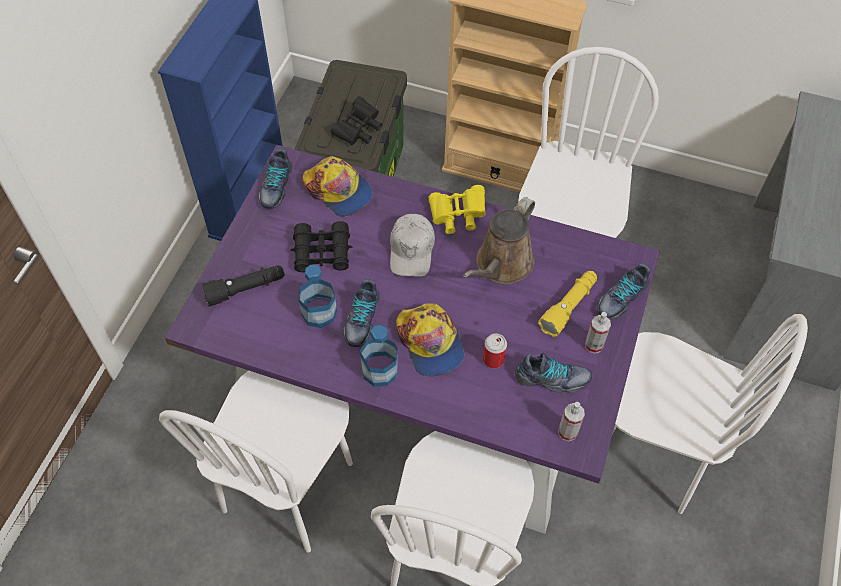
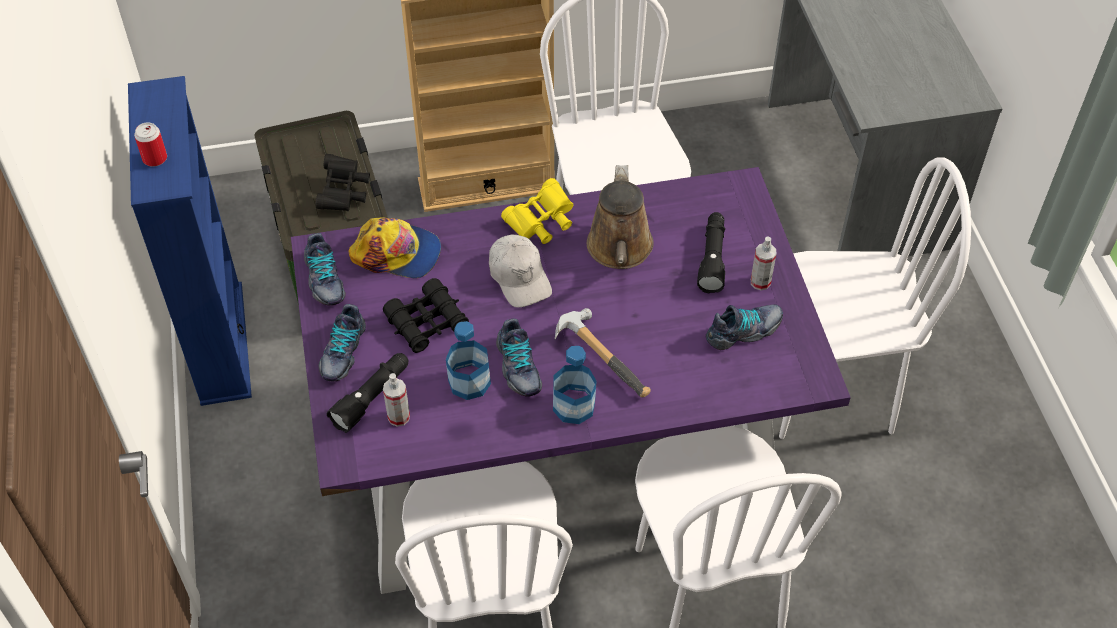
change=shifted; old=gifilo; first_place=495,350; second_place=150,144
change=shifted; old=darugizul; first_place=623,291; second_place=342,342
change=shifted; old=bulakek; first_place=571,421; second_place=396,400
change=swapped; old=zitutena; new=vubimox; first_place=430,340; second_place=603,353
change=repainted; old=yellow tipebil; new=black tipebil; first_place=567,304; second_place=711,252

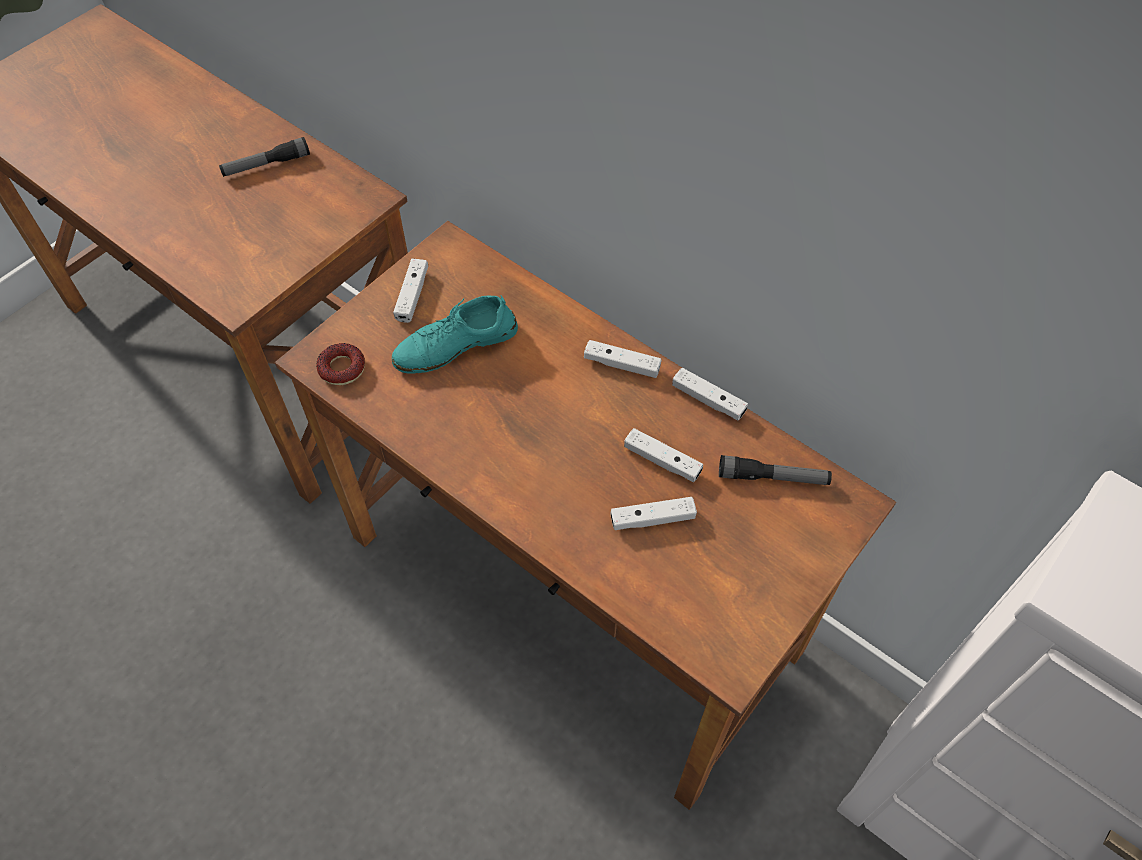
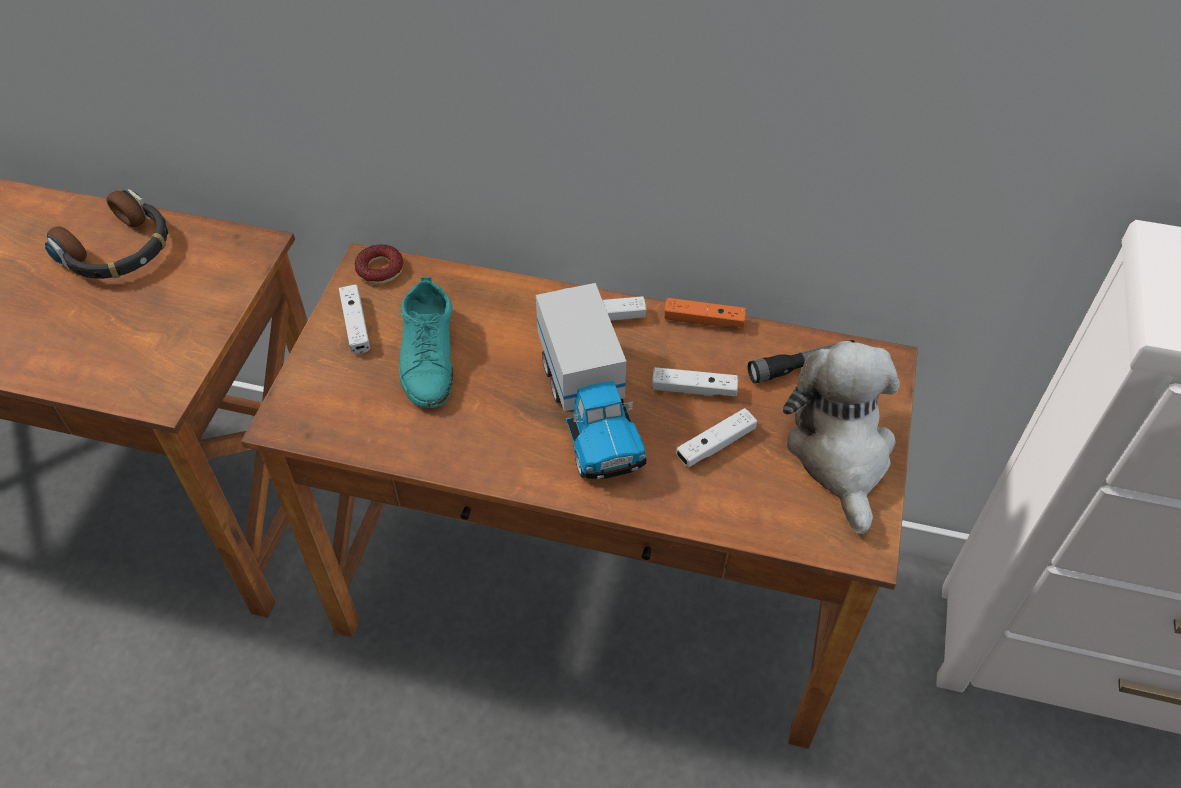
change=swapped; old=tipebil; new=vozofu; first_place=264,157; second_place=106,234
change=shifted; old=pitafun; first_place=340,364; second_place=378,264
change=rotated; old=turquoise darugizul; first_place=455,334; second_place=426,342; degrees=-45
change=new; new=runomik; second_place=591,381
change=repainted; old=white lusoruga; new=orange lusoruga; first_place=710,394; second_place=705,313
change=new; new=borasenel; second_place=841,437

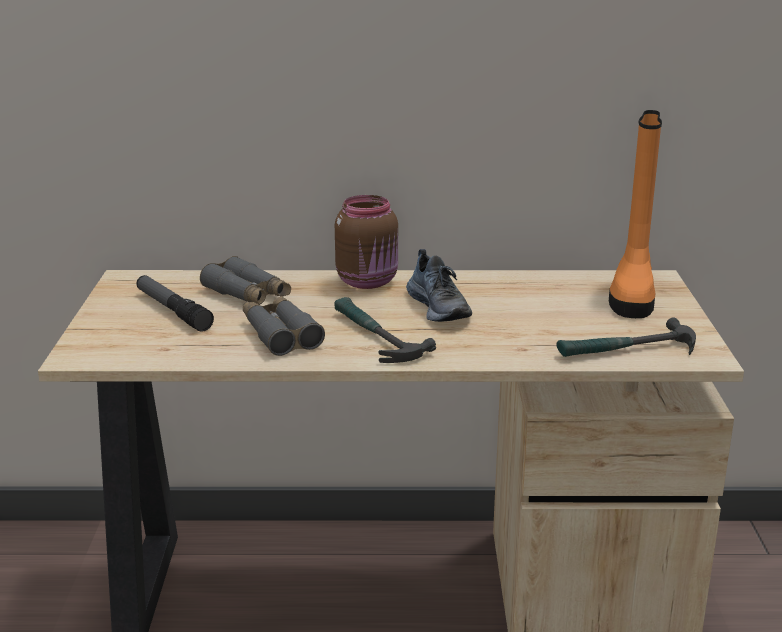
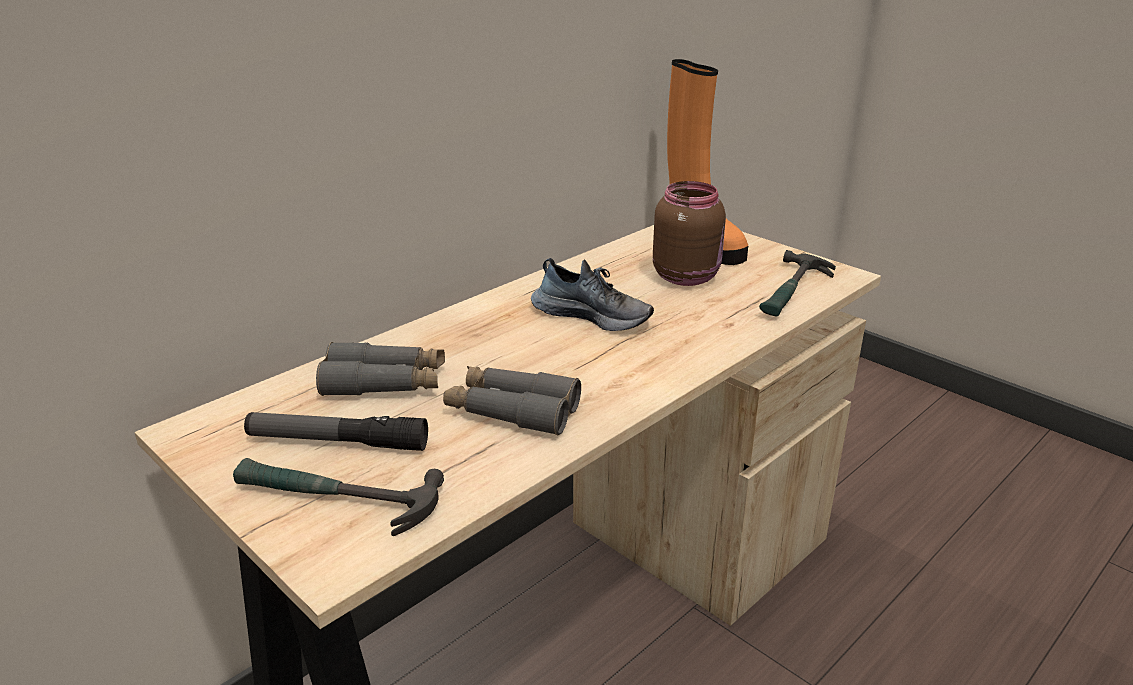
change=shifted; old=vubimox; first_place=385,330; second_place=338,497
change=shifted; old=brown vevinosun; first_place=366,242; second_place=689,233

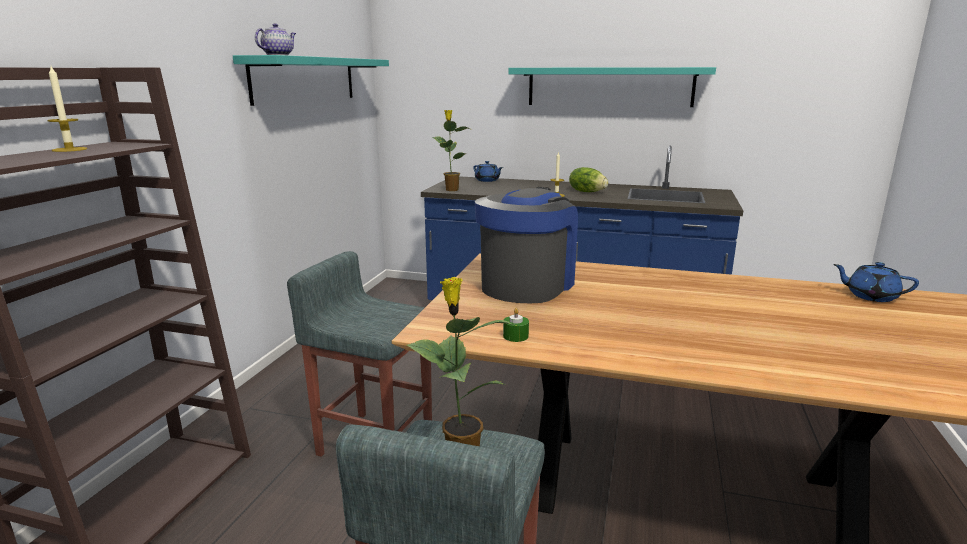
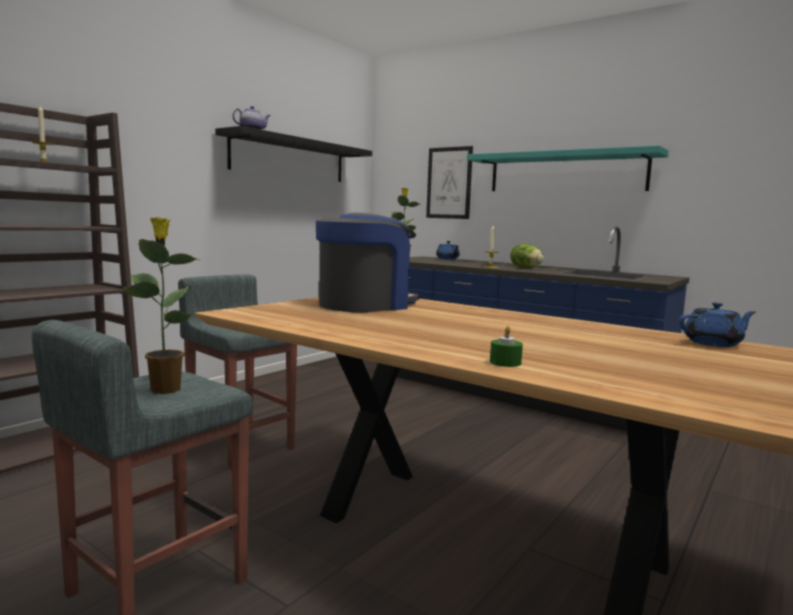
change=repainted; old=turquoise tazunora; new=black tazunora; first_place=311,80; second_place=293,154
change=new; new=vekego; second_place=449,182
change=shifted; old=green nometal; first_place=516,325; second_place=506,346
change=rotated; old=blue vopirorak; first_place=876,282; second_place=717,324; degrees=120

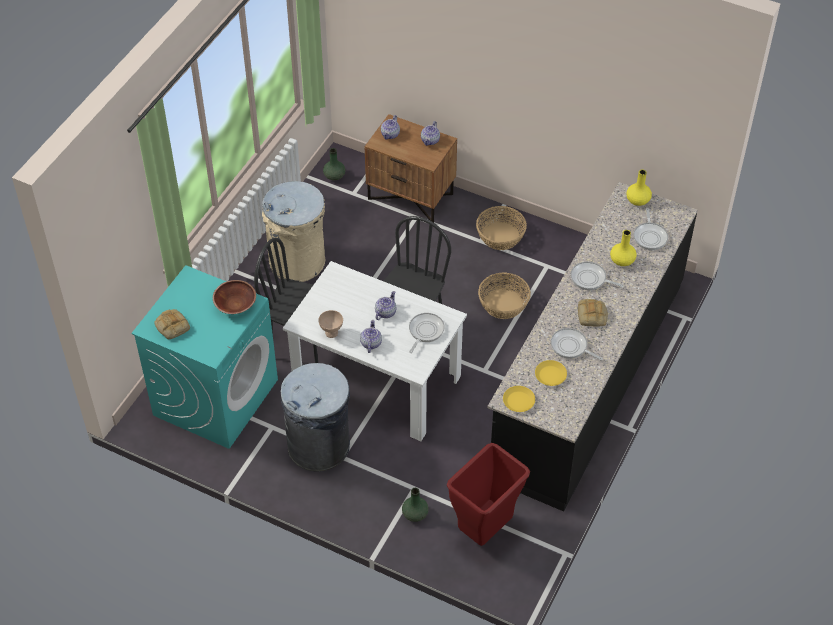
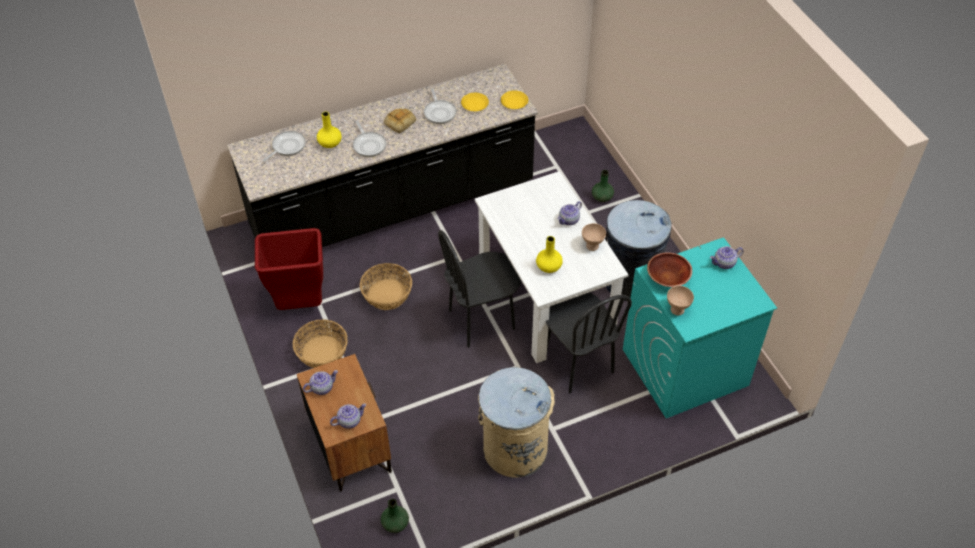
change=shifted; old=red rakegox; first_place=488,494; second_place=289,269
change=shifted; old=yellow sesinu; first_place=639,187; second_place=549,254
change=new; new=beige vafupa; second_place=680,300
change=shifted; old=vopirorak; first_place=385,305; second_place=727,257
change=gone; old=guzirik; first_place=172,324
change=gone; old=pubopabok; first_place=427,333

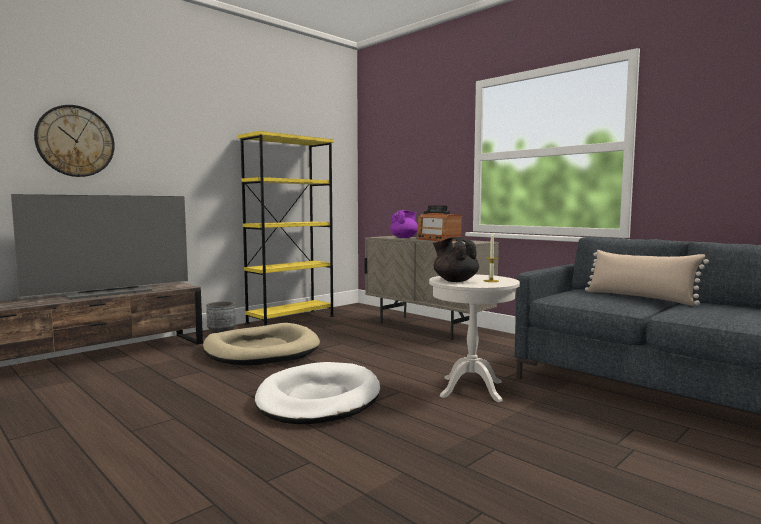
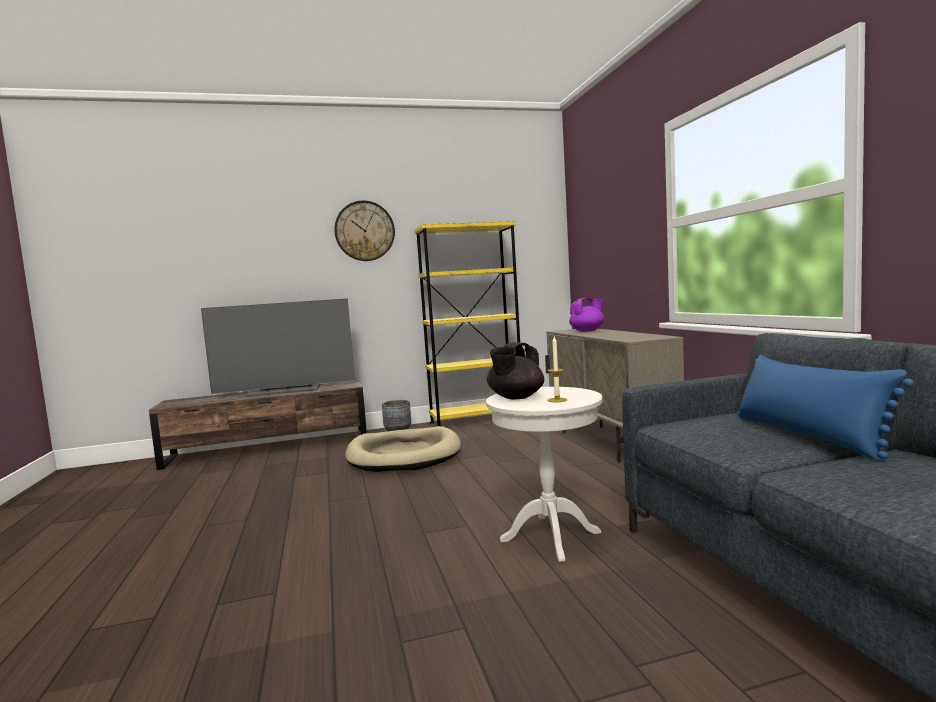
change=shifted; old=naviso; first_place=74,141; second_place=364,230
change=rotated; old=black vopirorak; first_place=456,259; second_place=515,370; degrees=-135
change=repainted; old=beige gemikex; new=blue gemikex; first_place=647,278; second_place=825,407
change=gone; old=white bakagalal; first_place=317,393
change=gone; old=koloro; first_place=439,223

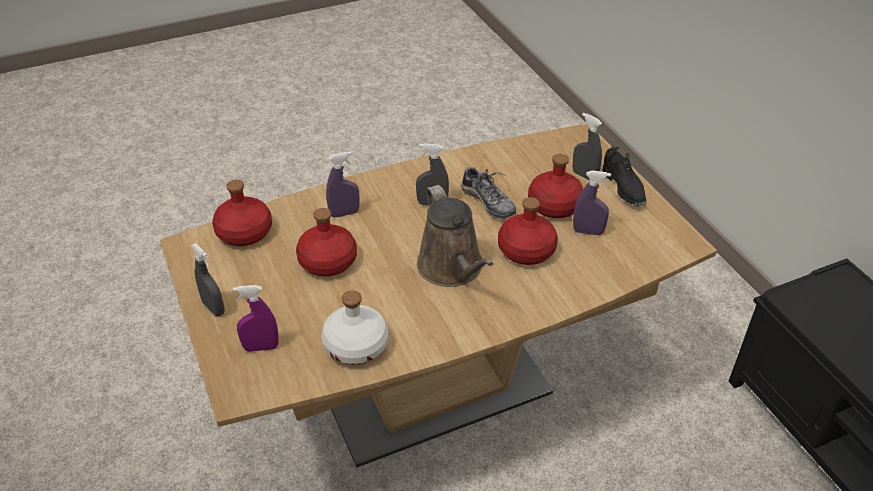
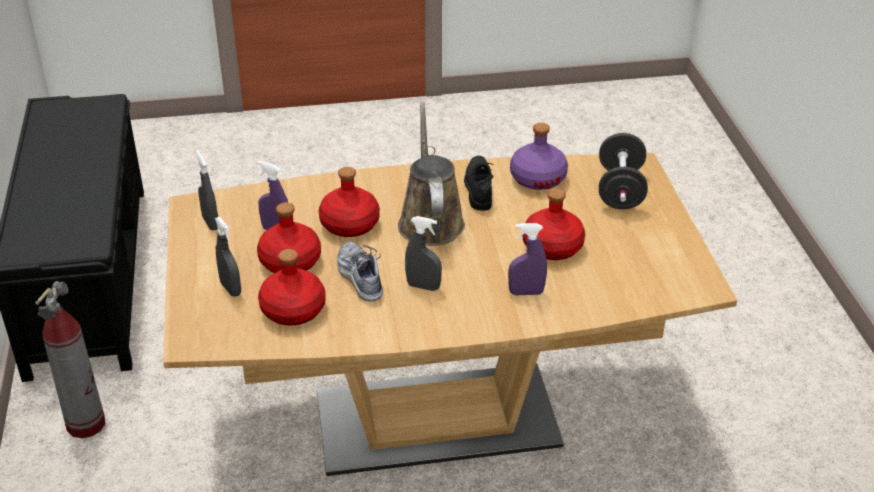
change=new; new=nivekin; second_place=70,359
change=shifted; old=grey bulakek; first_place=208,279; second_place=207,190
change=shifted; old=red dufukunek; first_place=242,213; second_place=292,287
change=shifted; old=black darugizul; first_place=624,176; second_place=478,183
change=repainted; old=white dufukunek; new=purple dufukunek; first_place=355,328; second_place=539,156
change=swapped; old=purple bulakek; new=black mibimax; first_place=256,318; second_place=623,171

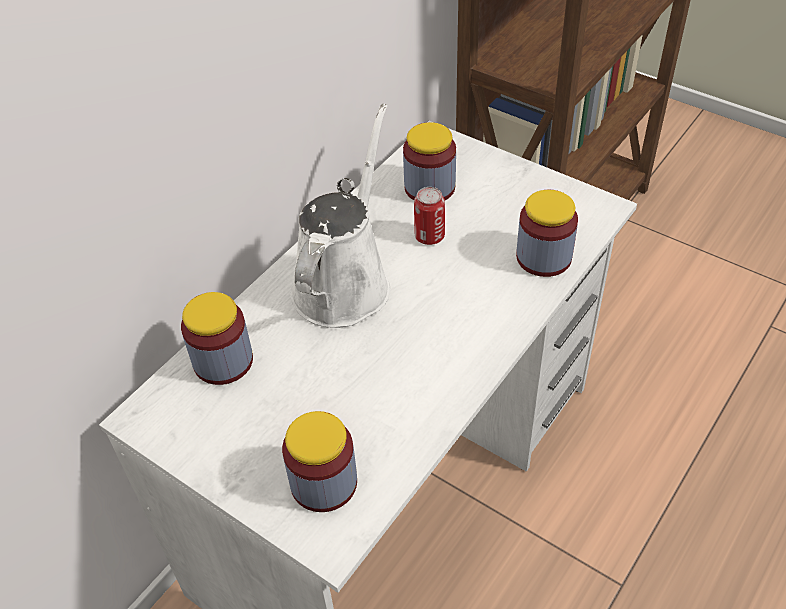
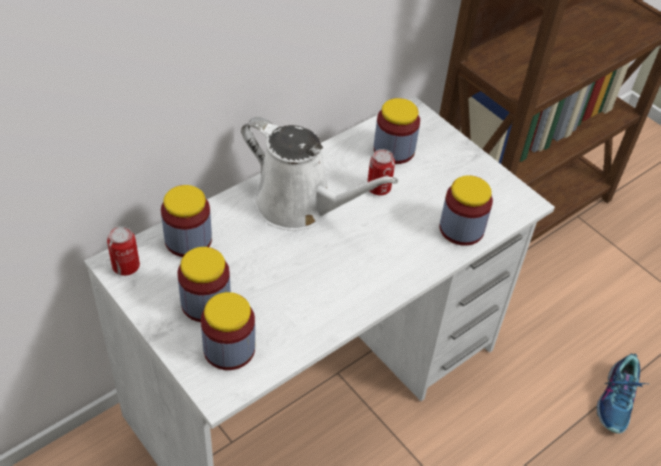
change=new; new=gifilo; second_place=123,251
change=new; new=vevinosun; second_place=204,284
change=rotated; old=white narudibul; first_place=340,216; second_place=320,174; degrees=90
change=new; new=darugizul; second_place=622,394

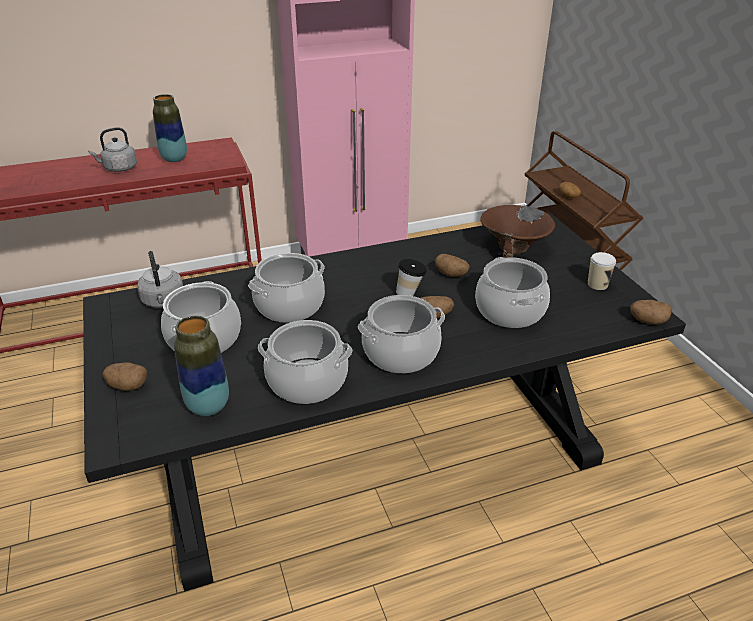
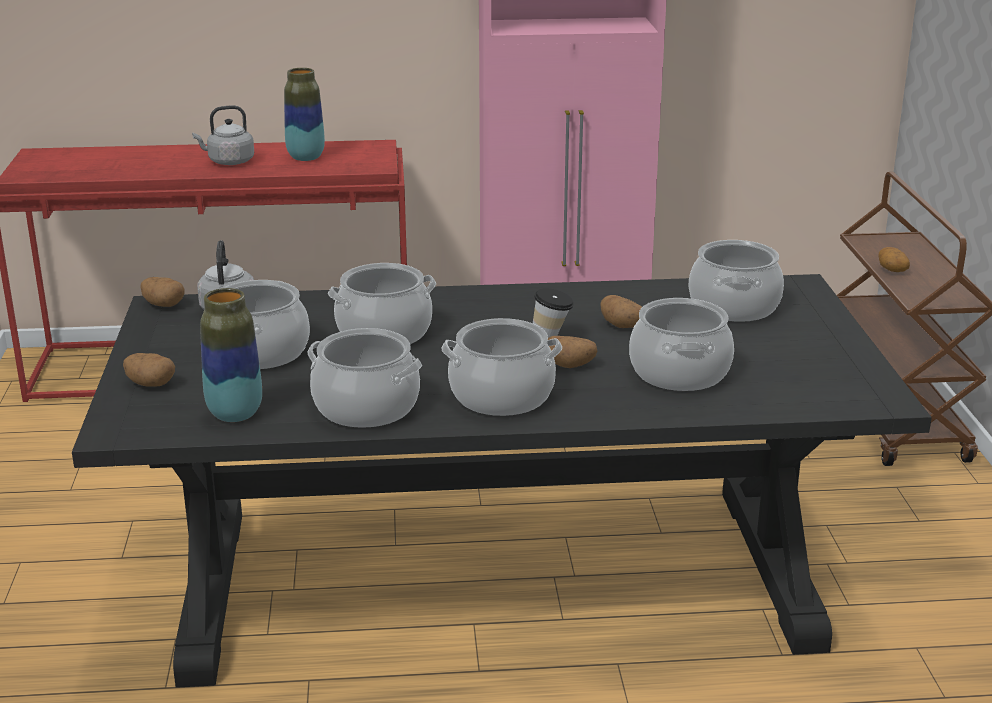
change=shifted; old=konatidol; first_place=651,312; second_place=162,292
change=swapped; old=brown vafupa; new=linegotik; first_place=517,231; second_place=736,281
change=gone; old=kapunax; first_place=602,271

